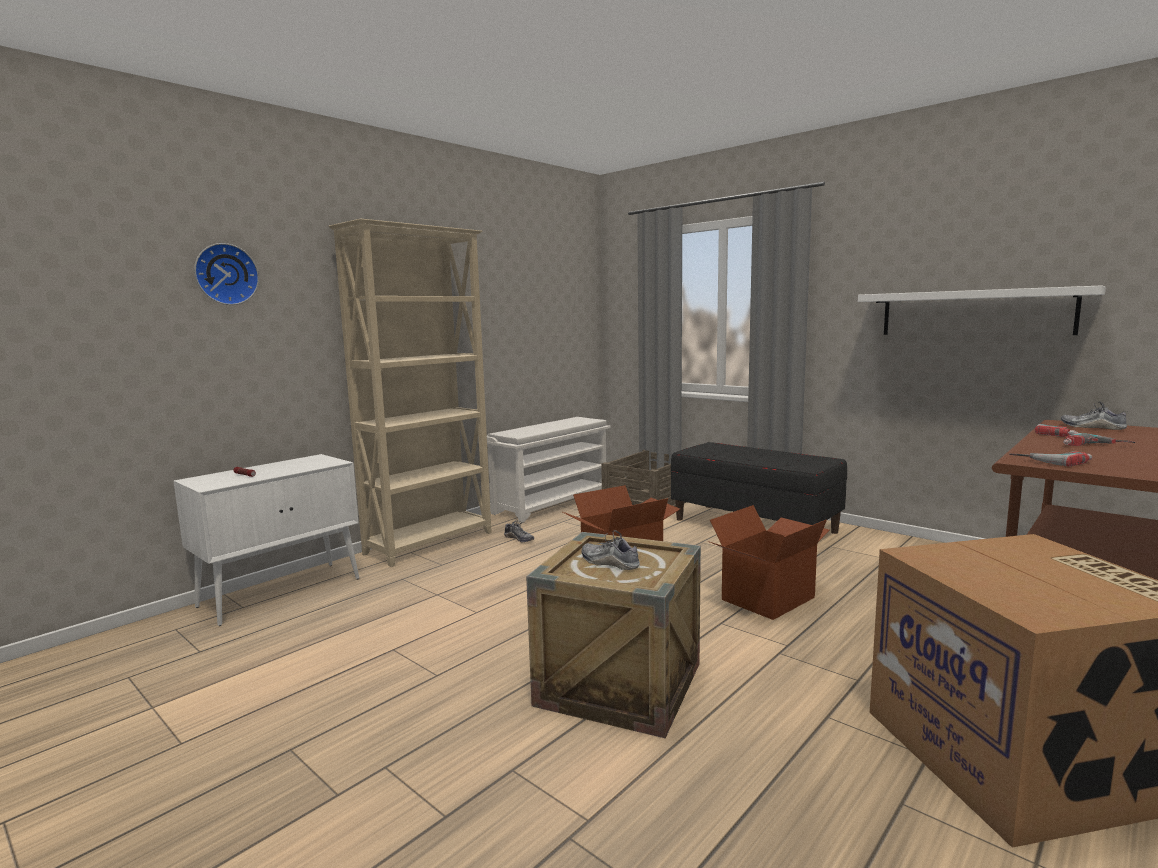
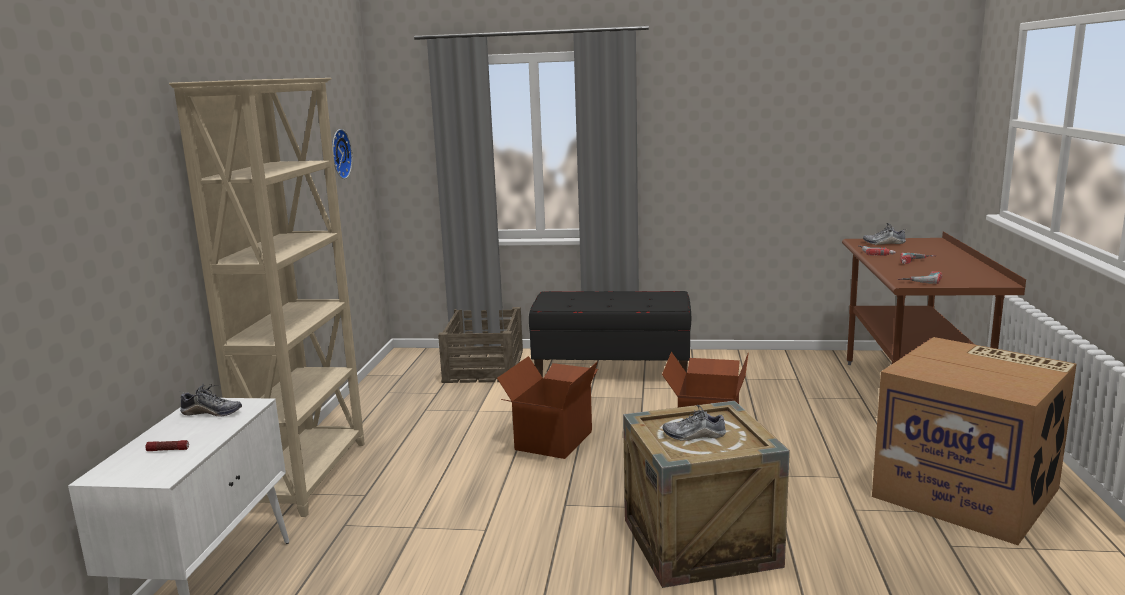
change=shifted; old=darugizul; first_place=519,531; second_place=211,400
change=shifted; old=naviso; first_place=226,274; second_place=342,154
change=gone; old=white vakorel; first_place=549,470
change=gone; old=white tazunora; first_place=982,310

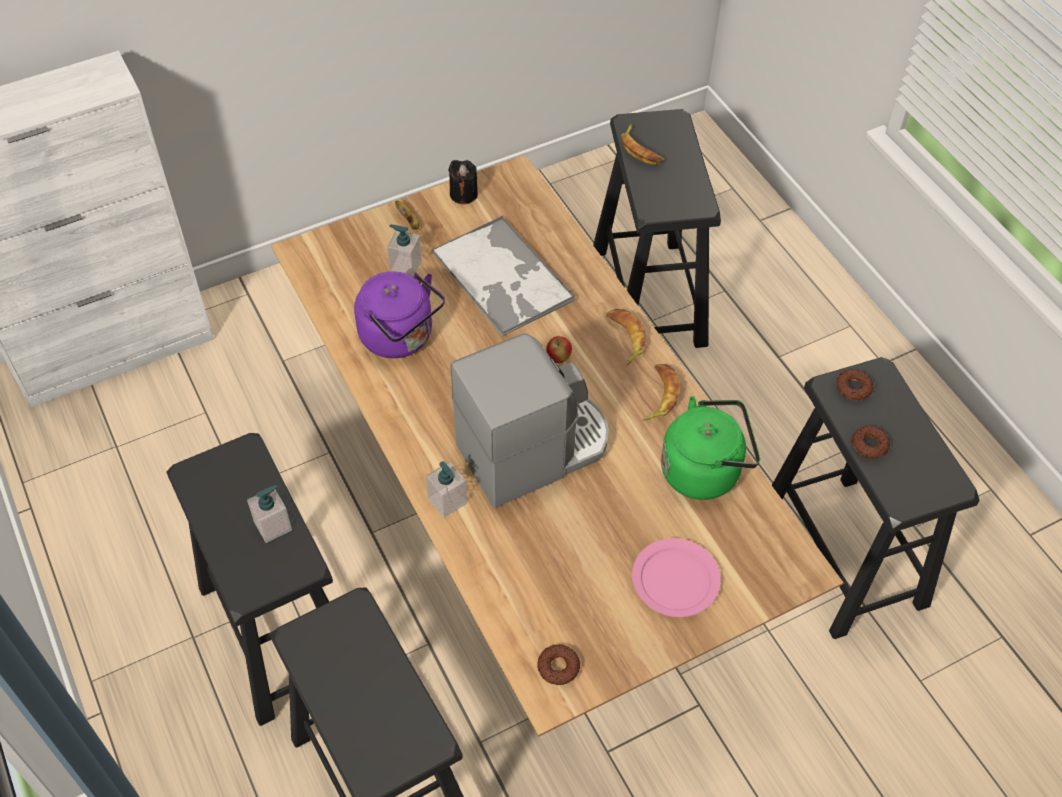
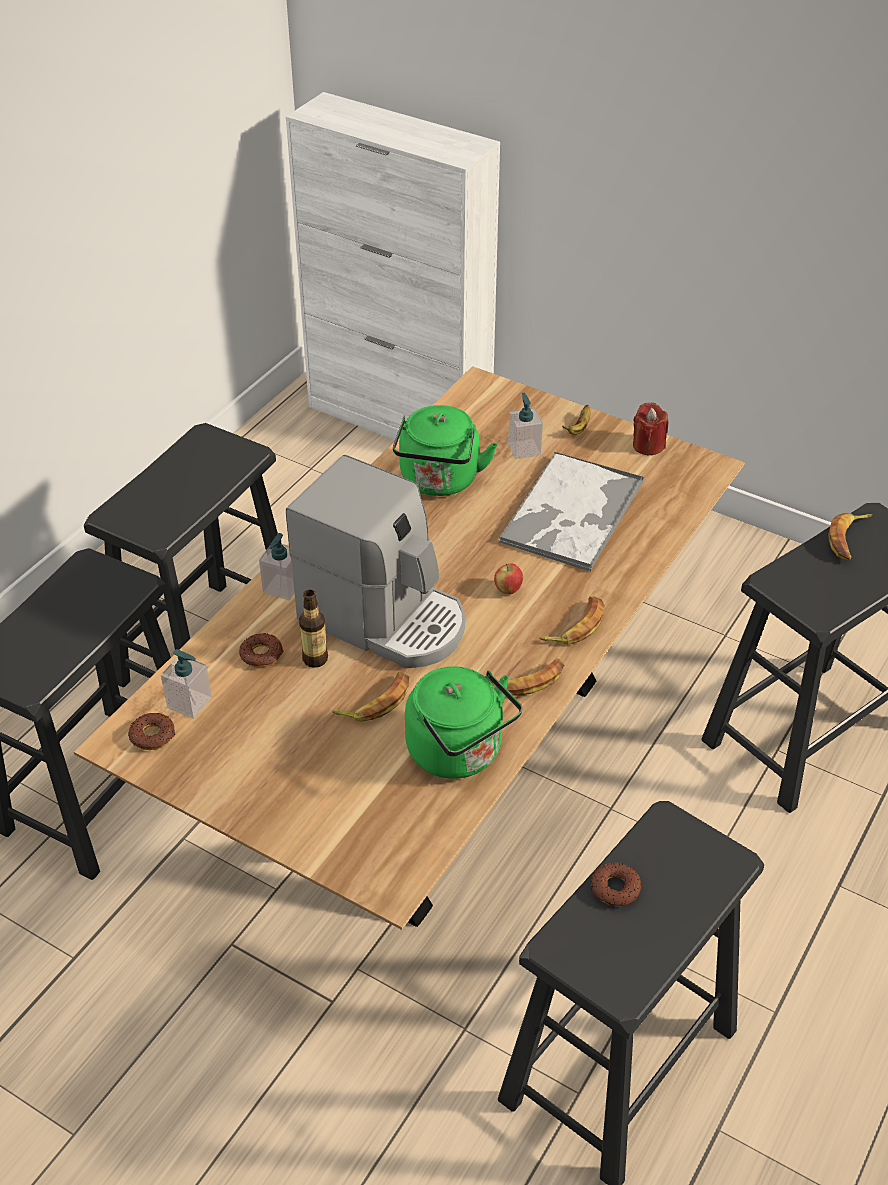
change=shifted; old=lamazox; first_place=269,514; second_place=186,684
change=shifted; old=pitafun; first_place=855,384; second_place=261,650
change=new; new=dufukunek; second_place=313,629
change=new; new=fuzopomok; second_place=370,697
change=repainted; old=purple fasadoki; new=green fasadoki; first_place=399,314; second_place=445,450
change=repainted; old=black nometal; new=red nometal; first_place=463,182; second_place=651,428
change=gone; old=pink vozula; first_place=676,577

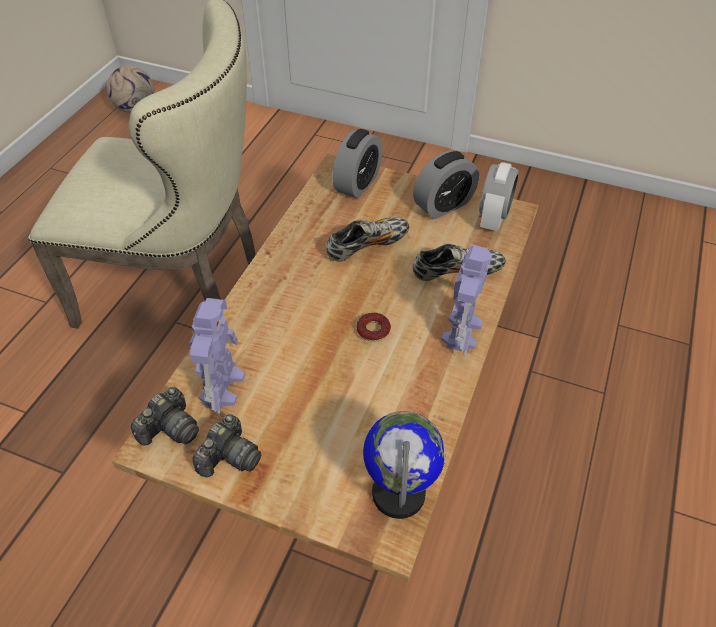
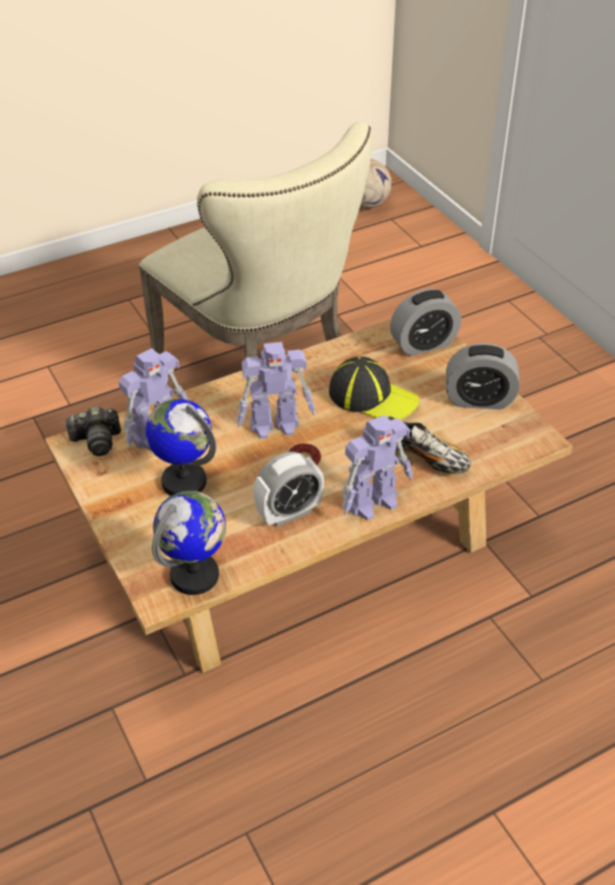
change=new; new=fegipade; second_place=180,447
change=new; new=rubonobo; second_place=276,390
change=shifted; old=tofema; first_place=499,196; second_place=288,489
change=swapped; old=darugizul; new=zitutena; first_place=367,239; second_place=374,388
change=gone; old=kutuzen; first_place=227,446

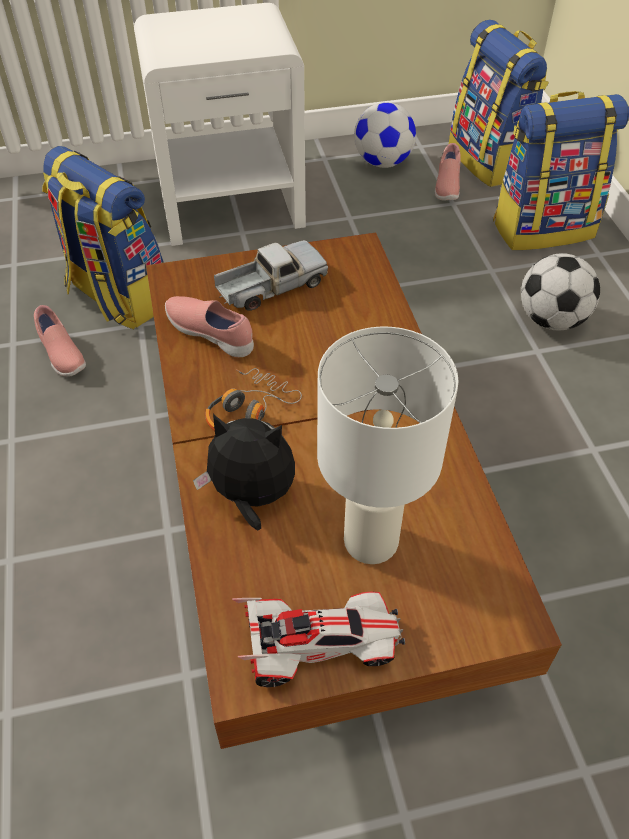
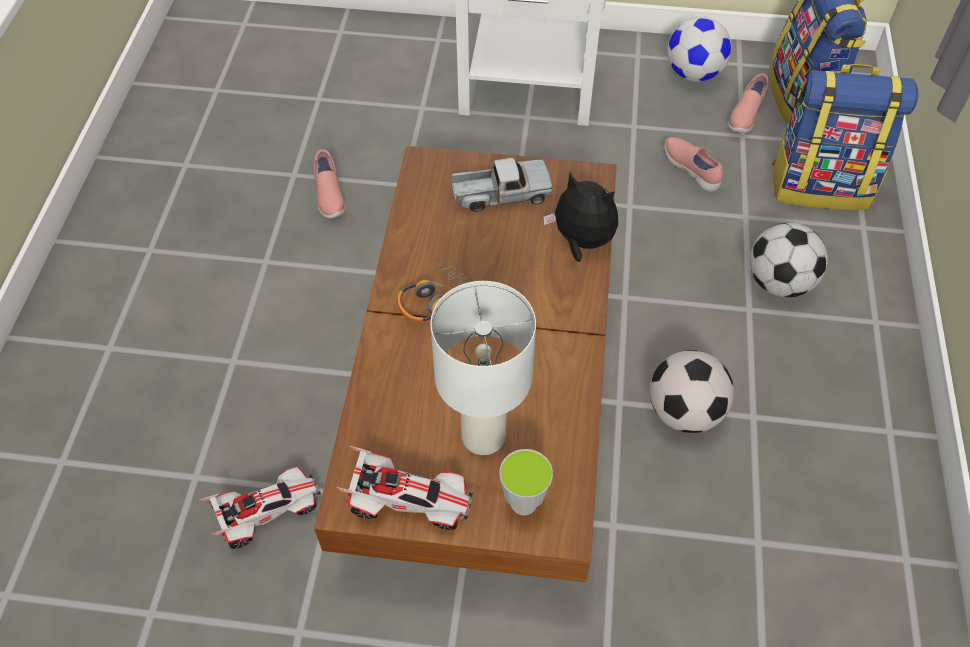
change=new; new=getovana; second_place=260,508
change=new; new=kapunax; second_place=526,482
change=shifted; old=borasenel; first_place=244,472; second_place=580,217
change=new; new=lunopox; second_place=692,391
change=shifted; old=pink darugizul; first_place=209,326; second_place=694,164
change=gone; old=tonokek; first_place=103,237

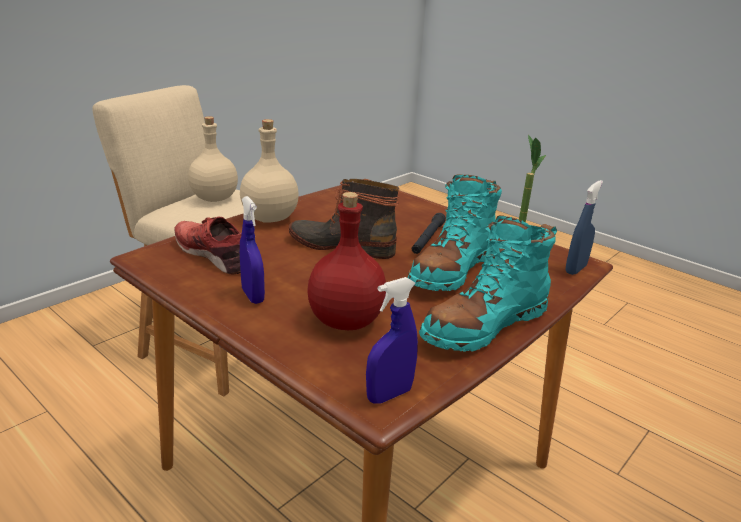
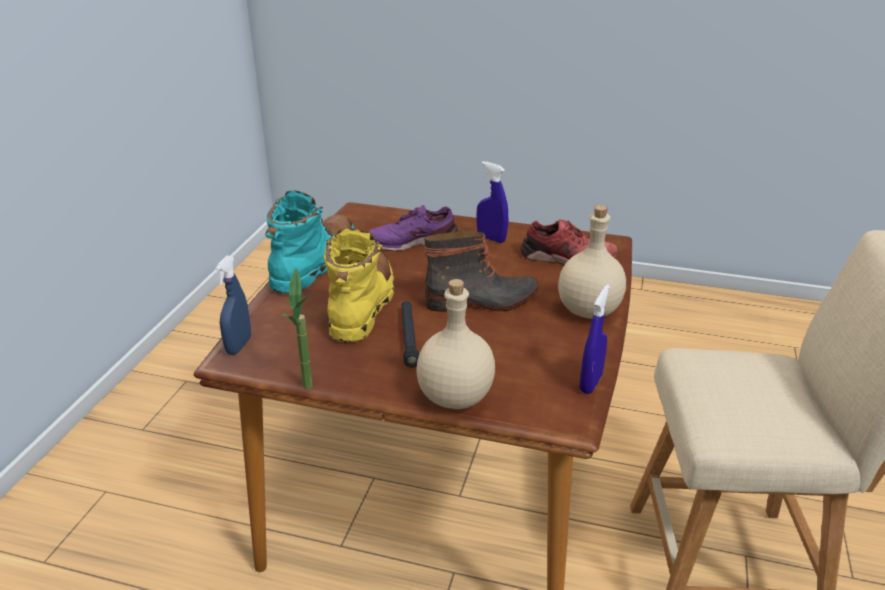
change=repainted; old=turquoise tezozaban; new=yellow tezozaban; first_place=455,232; second_place=359,285
change=swapped; old=red dufukunek; new=purple darugizul; first_place=347,261; second_place=413,228
change=shifted; old=beige dufukunek; first_place=213,159; second_place=455,344
change=shifted; old=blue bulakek; first_place=392,340; second_place=595,339

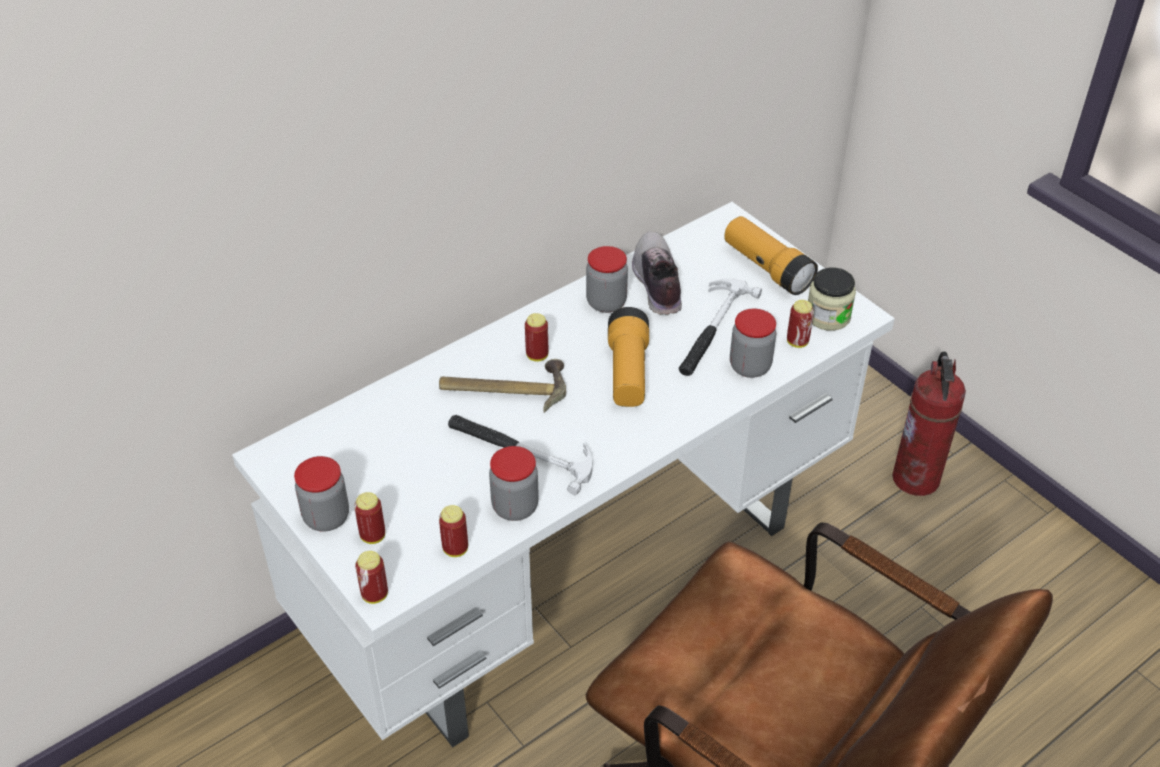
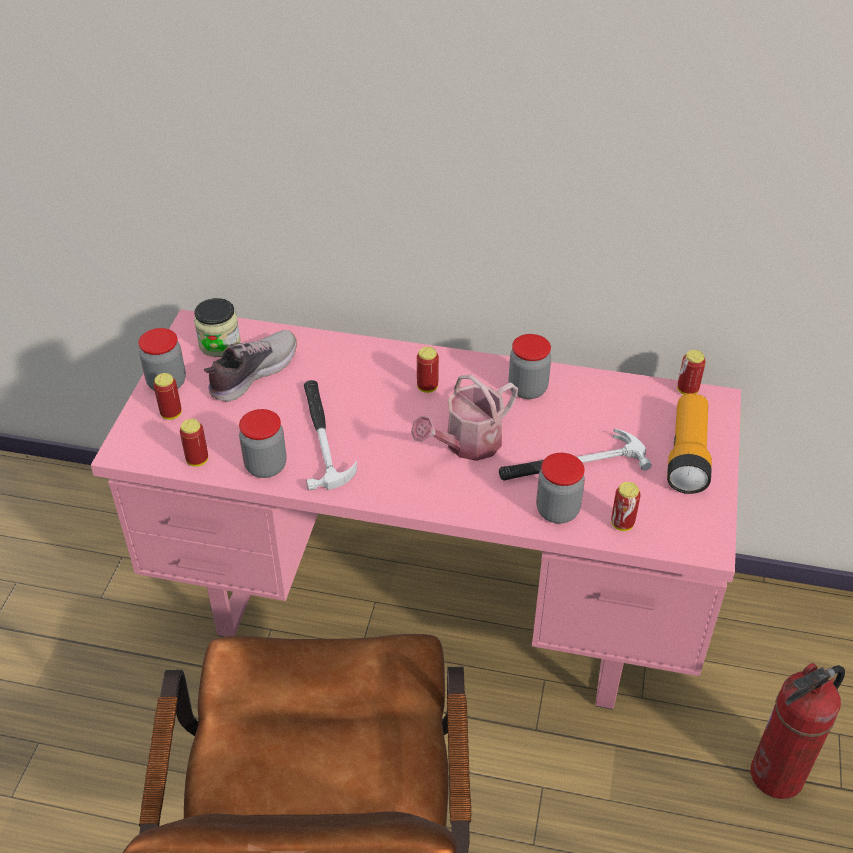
change=repainted; old=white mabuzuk; new=pink mabuzuk; first_place=563,474; second_place=416,509
change=shifted; old=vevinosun; first_place=832,299; second_place=217,327
change=shifted; old=darugizul; first_place=657,273; second_place=250,366
change=swapped; old=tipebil; new=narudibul; first_place=628,357; second_place=464,418
change=shifted; old=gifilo; first_place=371,577; second_place=691,372
change=gone; old=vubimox; first_place=502,386

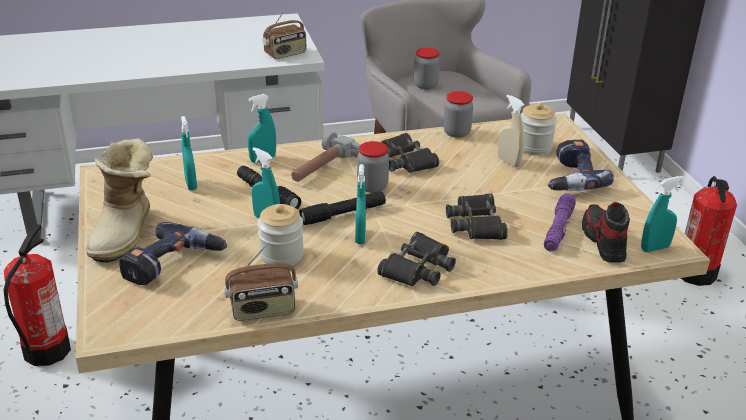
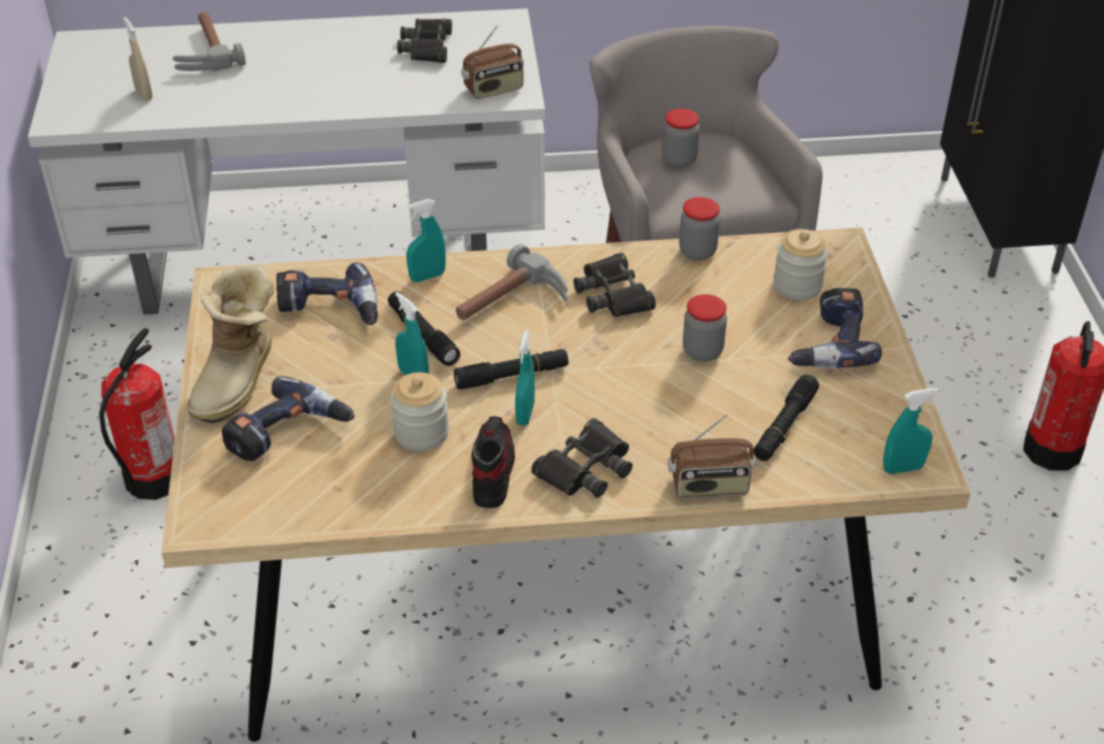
change=shifted; old=beige bulakek; first_place=511,131; second_place=138,59
change=new; new=vubimox; second_place=209,41
change=swapped; old=turquoise bulakek; new=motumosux; first_place=189,153; second_place=327,293
change=shifted; old=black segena; first_place=477,217; second_place=424,41
change=shifted; old=darugizul; first_place=606,232; second_place=493,462
change=shifted; old=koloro; first_place=261,281; second_place=711,457
change=shifted; old=vevinosun; first_place=373,167; second_place=705,328
change=repainted; old=purple tipebil; new=black tipebil; first_place=560,222; second_place=786,418

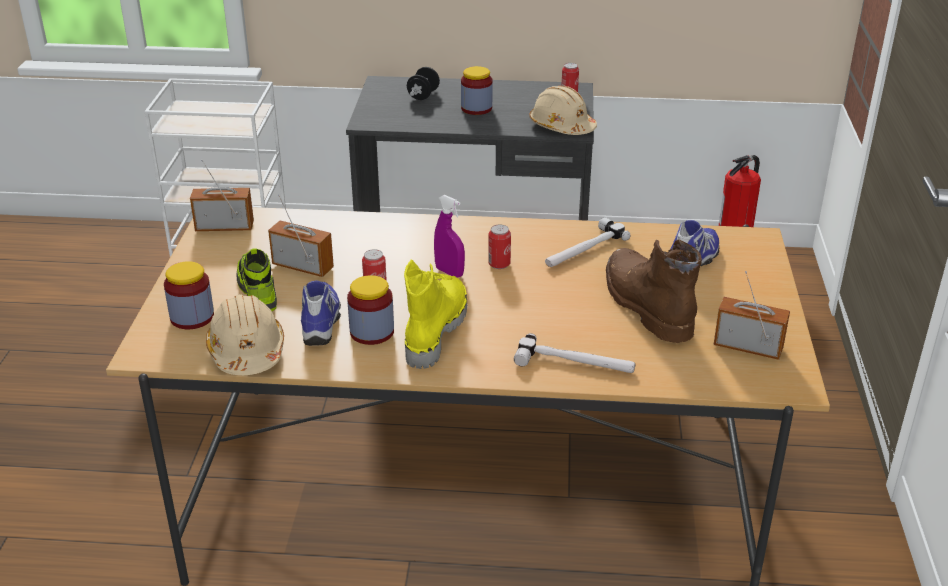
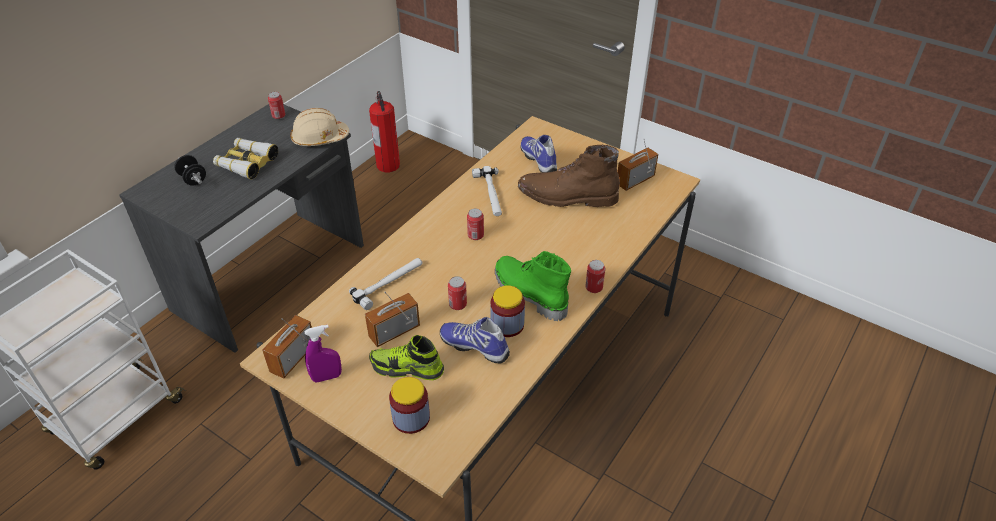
change=swapped; old=vevinosun; new=segena; first_place=477,90; second_place=245,158
change=shifted; old=purple bulakek; first_place=449,236; second_place=323,354
change=shifted; old=vubimox; first_place=574,353; second_place=386,284
change=repainted; old=yellow tezozaban; new=green tezozaban; first_place=435,314; second_place=533,286
change=new; new=gifilo; second_place=595,276
change=gone; old=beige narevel; first_place=245,334

